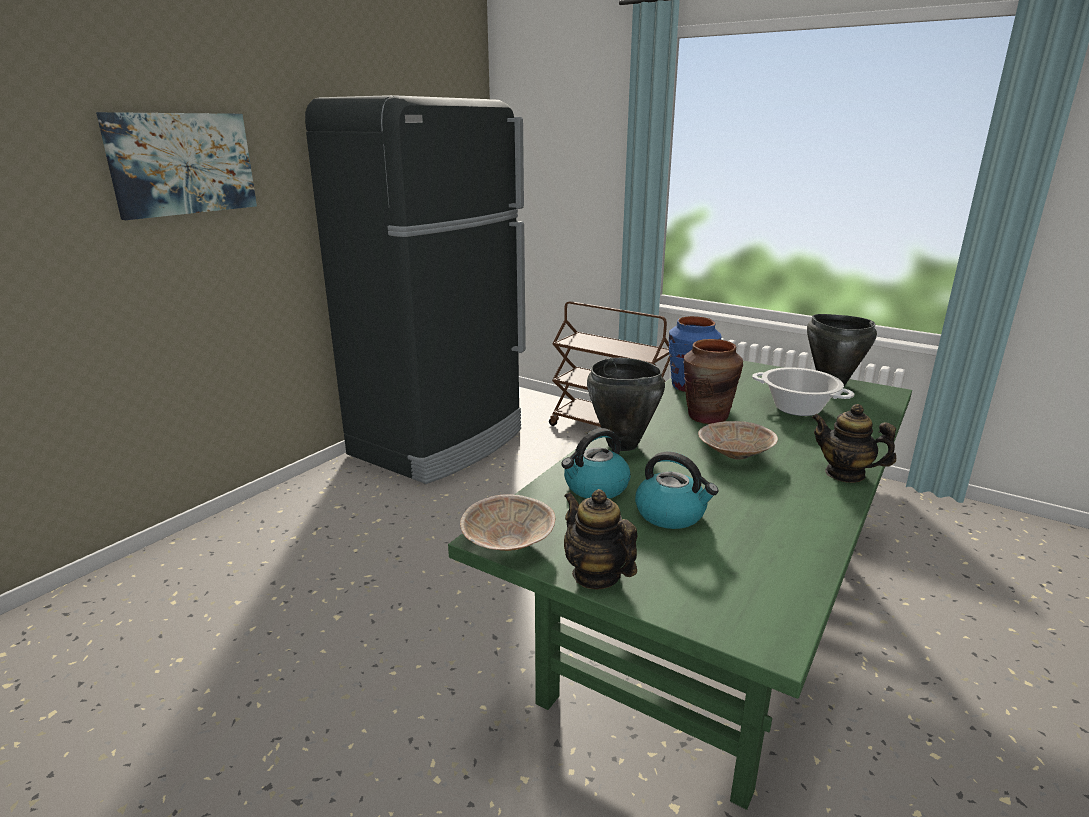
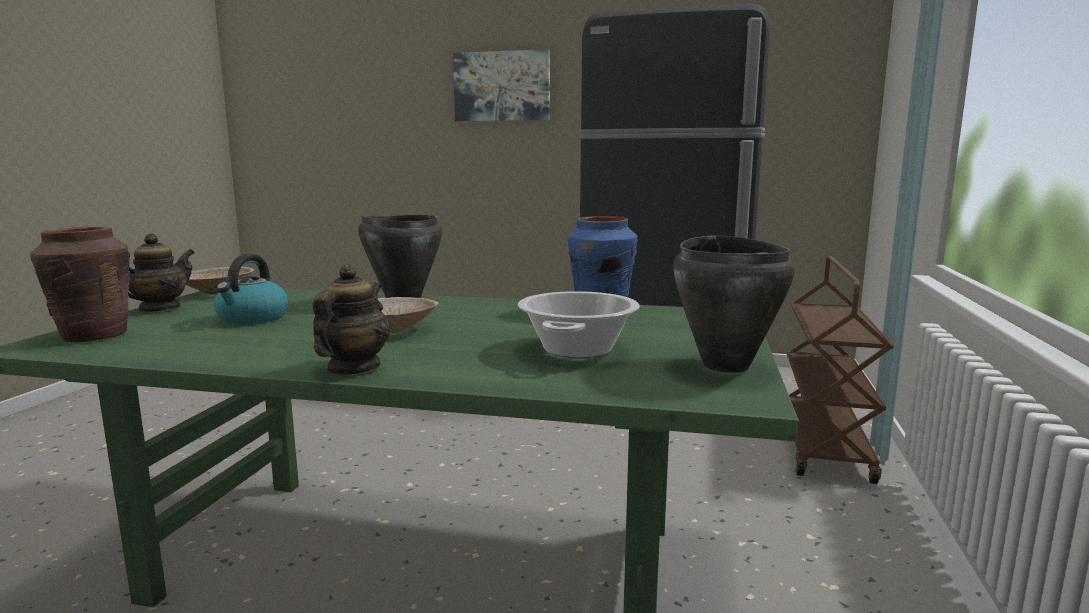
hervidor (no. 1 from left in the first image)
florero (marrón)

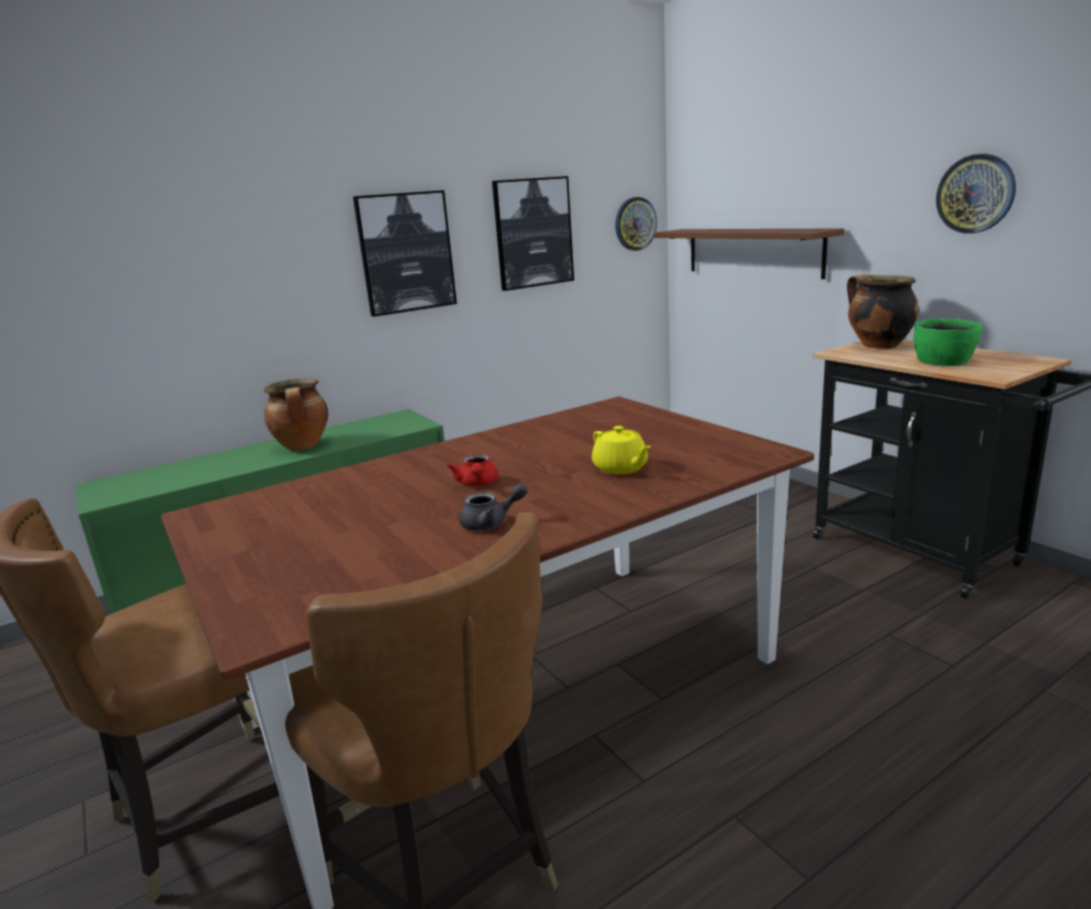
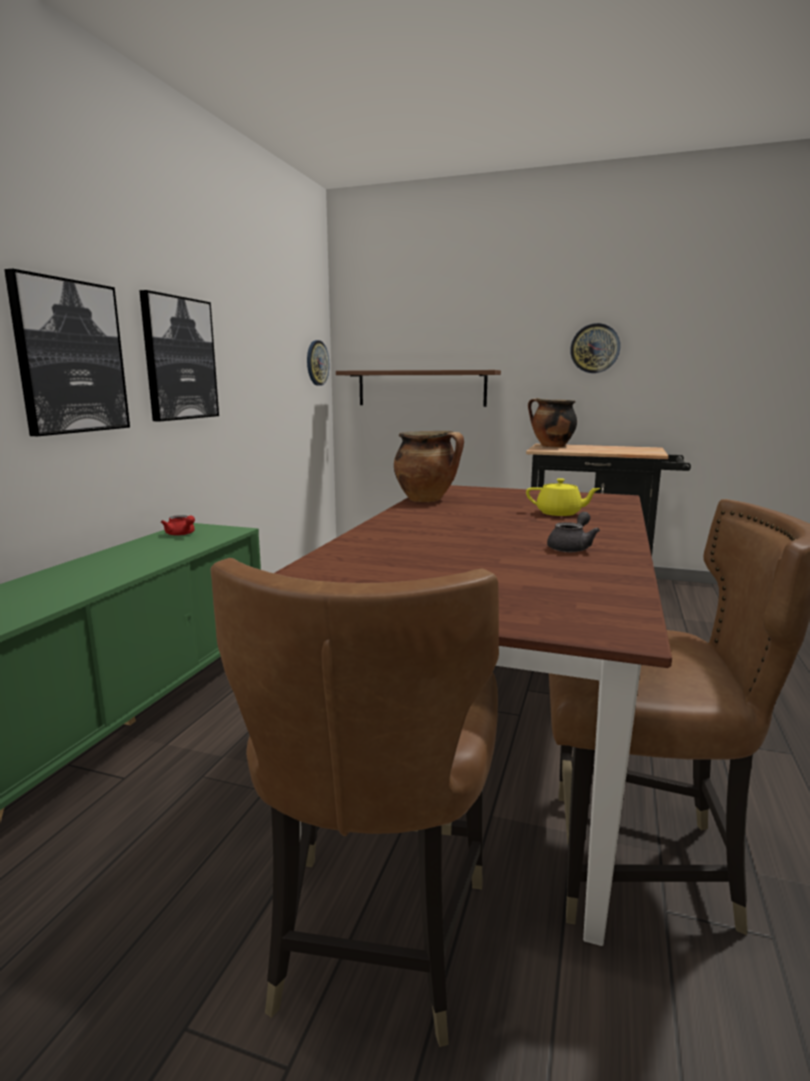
cuenco (verde)
olla (no. 1 from left)
tetera (rojo)
cuadro (no. 1 from left)

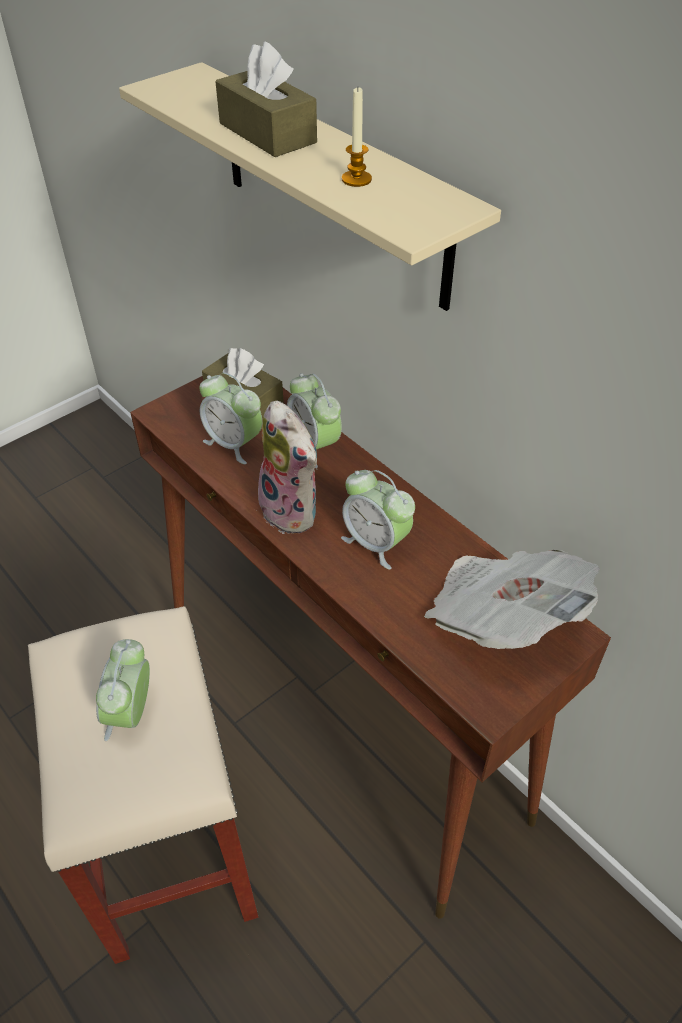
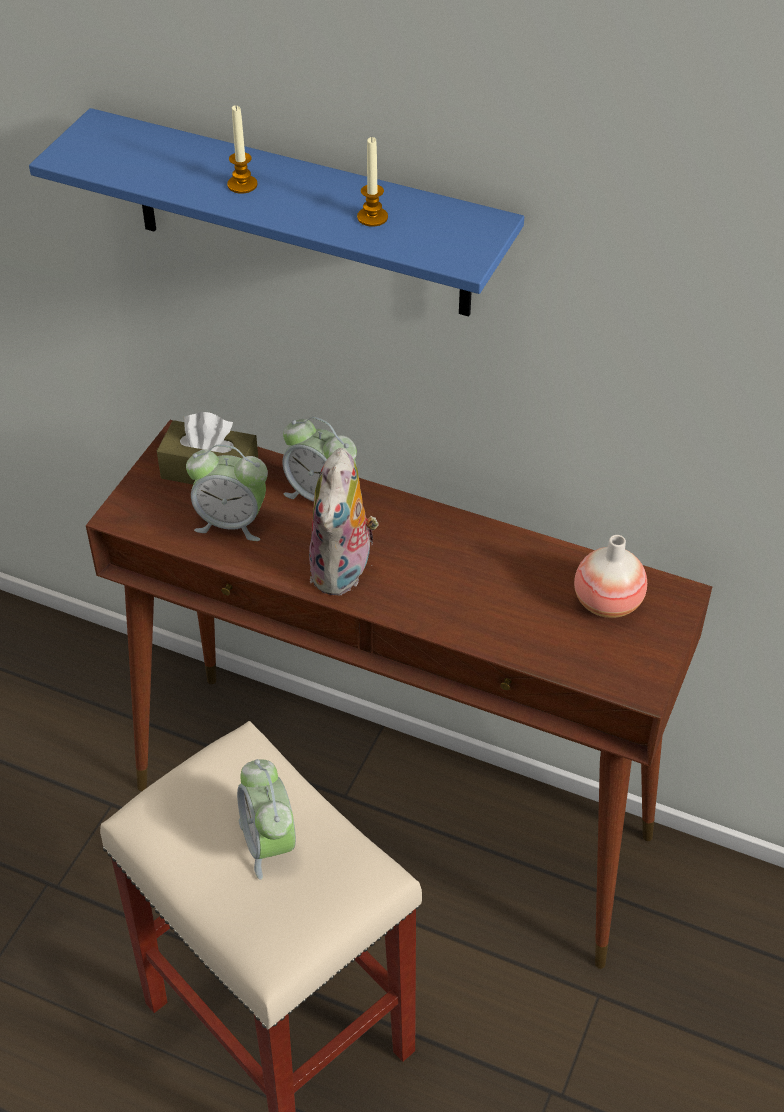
despertador (no. 4 from left in the first image)
vela (no. 1 from left)
florero
estante (azul)
peluche

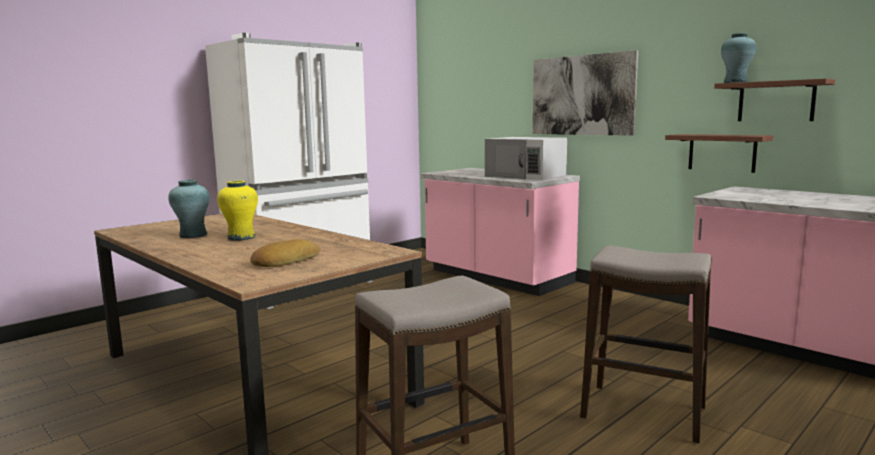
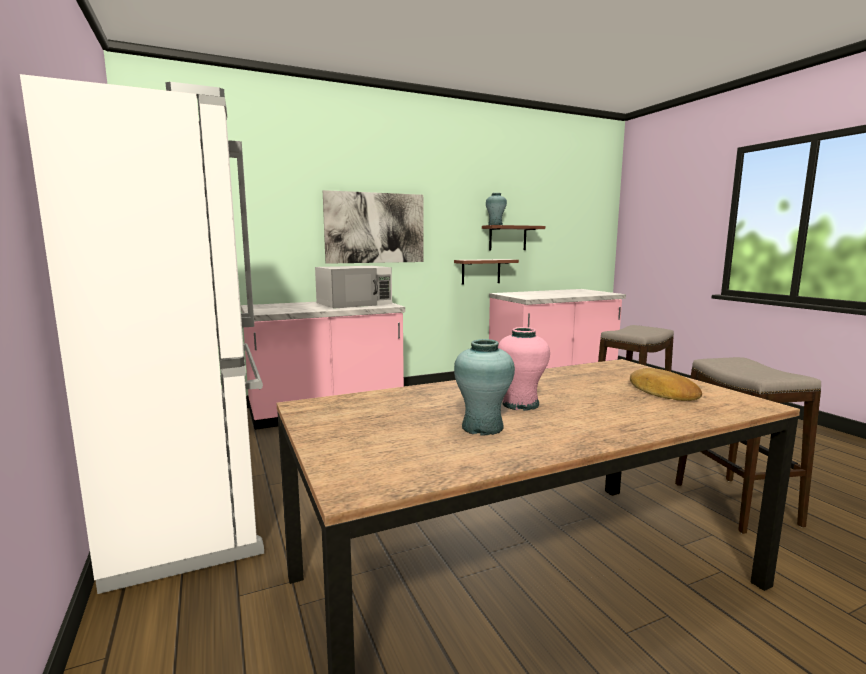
florero (rosa)

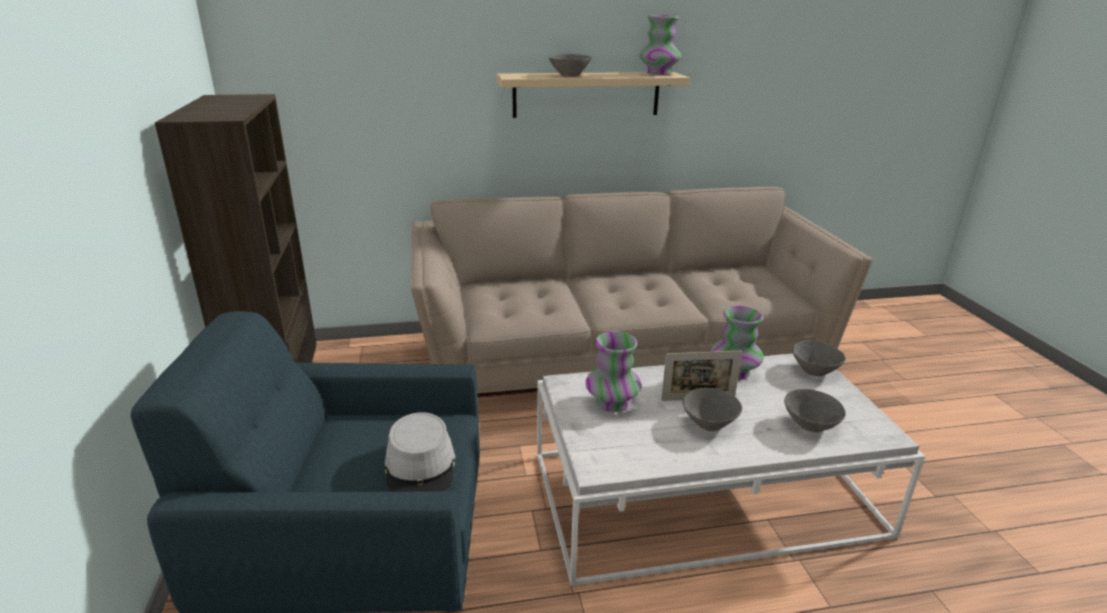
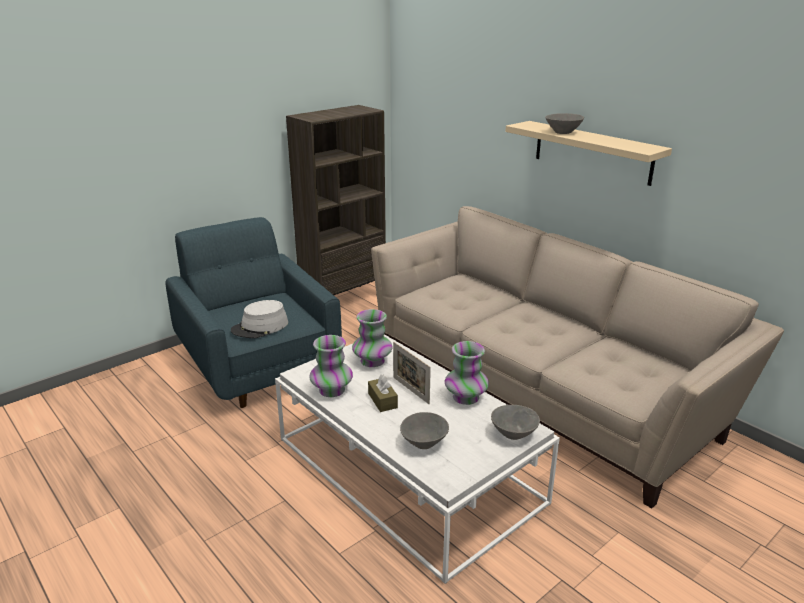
florero (no. 1 from left)
caja de pañuelos (marrón)

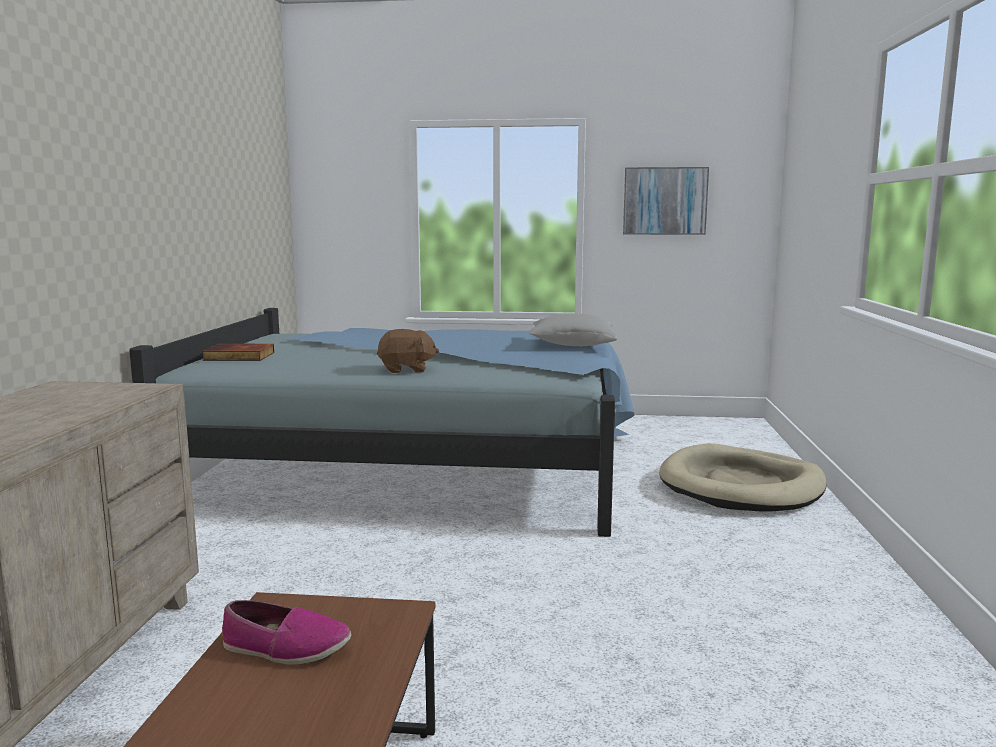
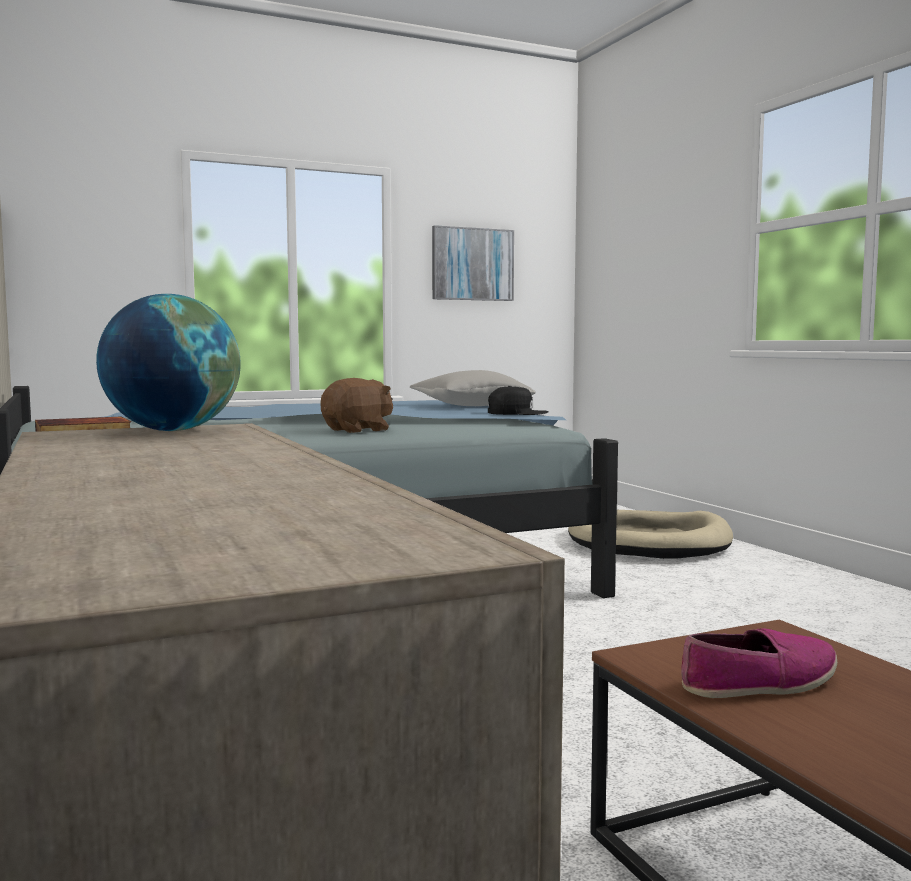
globo terráqueo
gorra (negro)

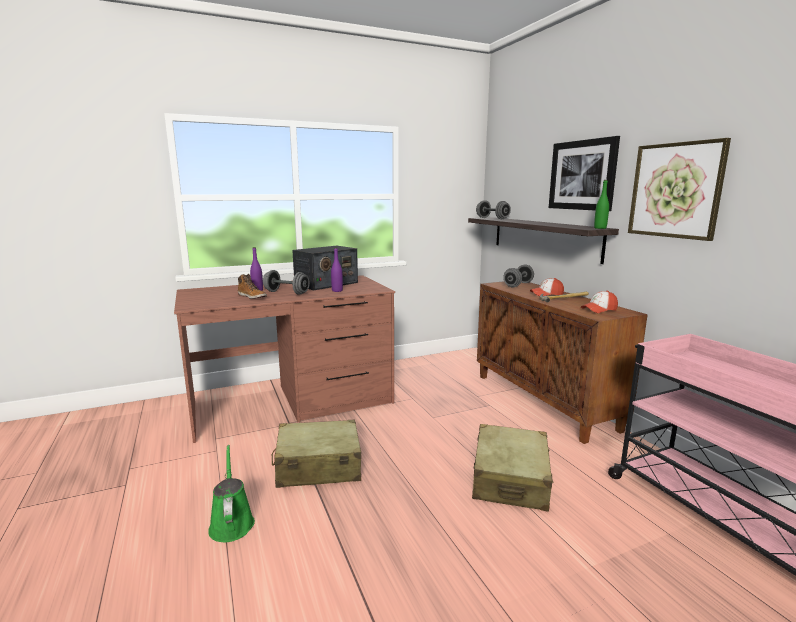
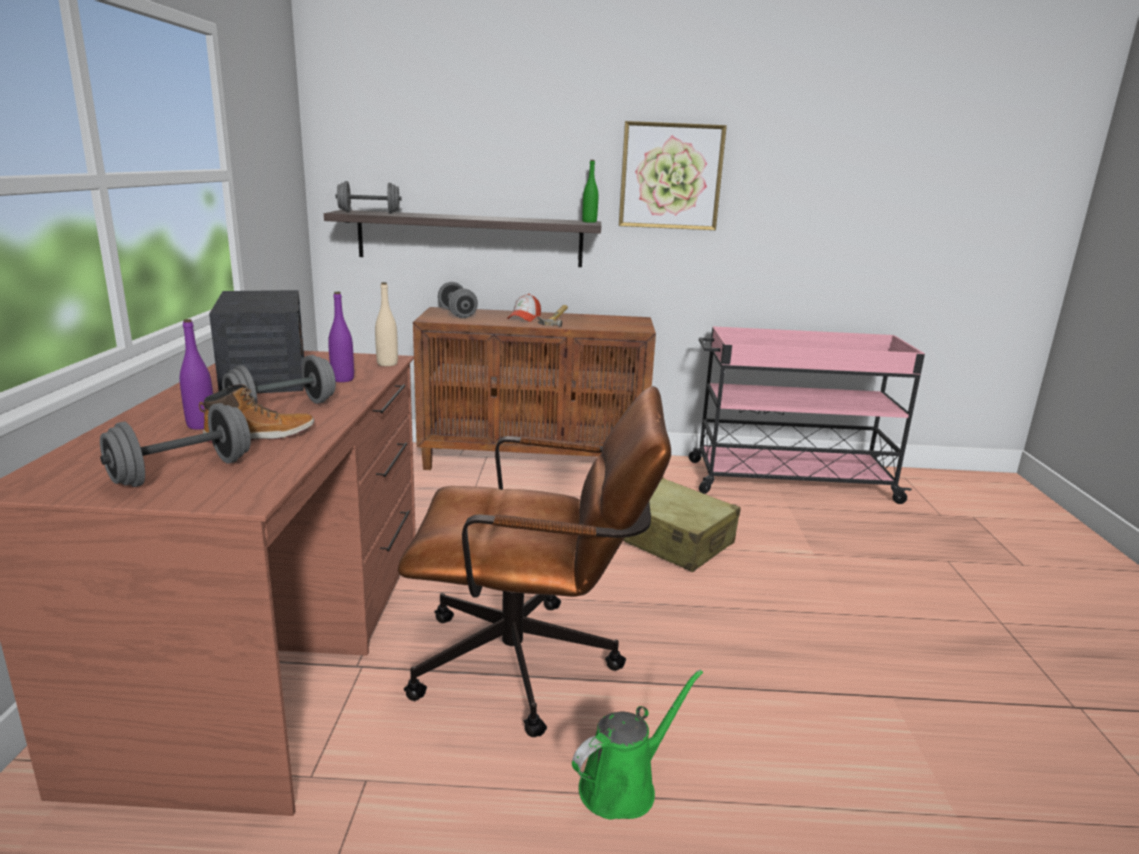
cuadro (no. 1 from left in the first image)
gorra (no. 2 from left in the first image)
mancuerna (gris) (no. 1 from left)
botella (beis)
silla de oficina (marrón)
regadera (verde)

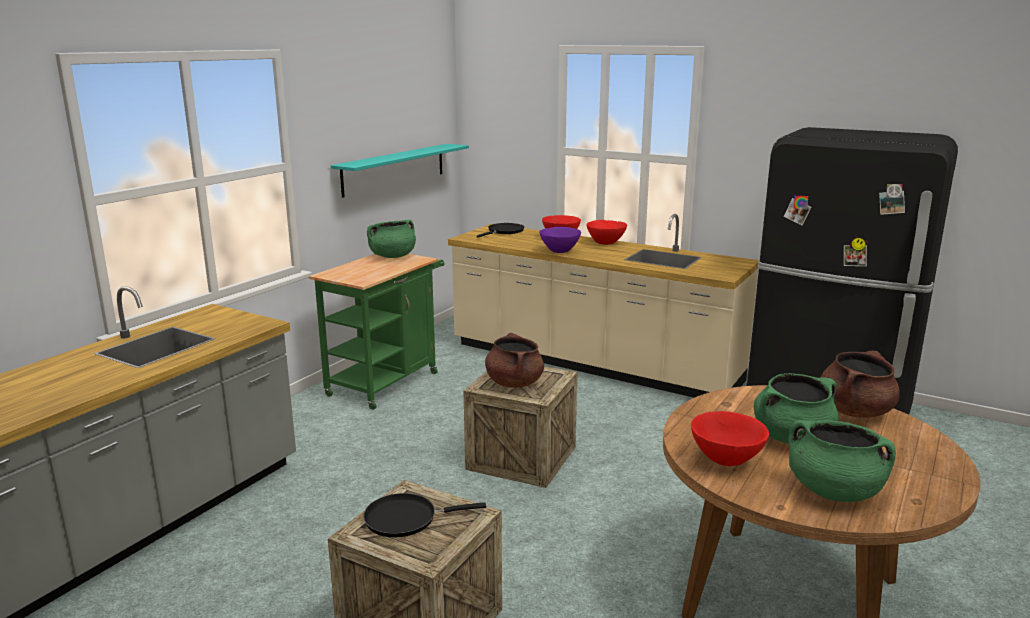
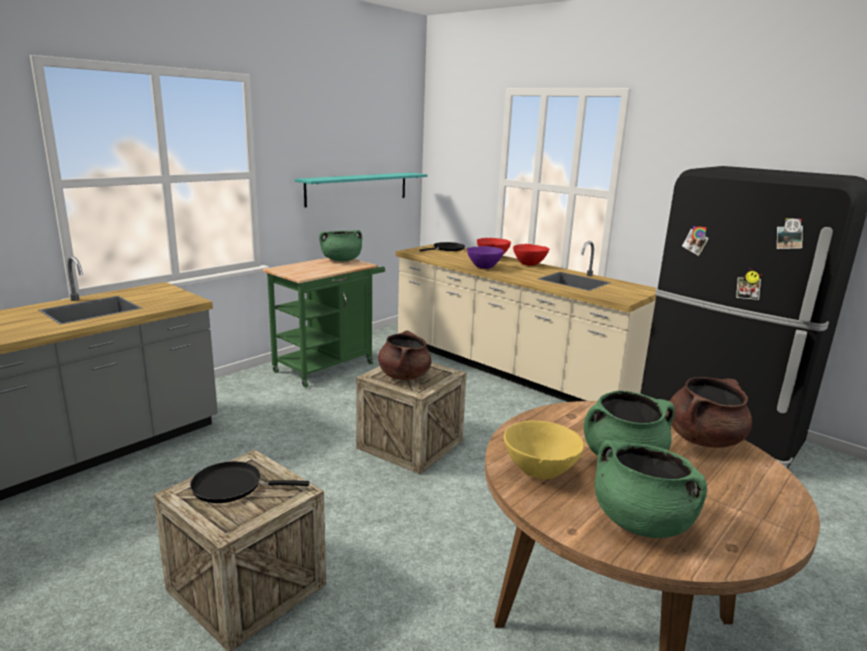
cuenco (amarillo)

